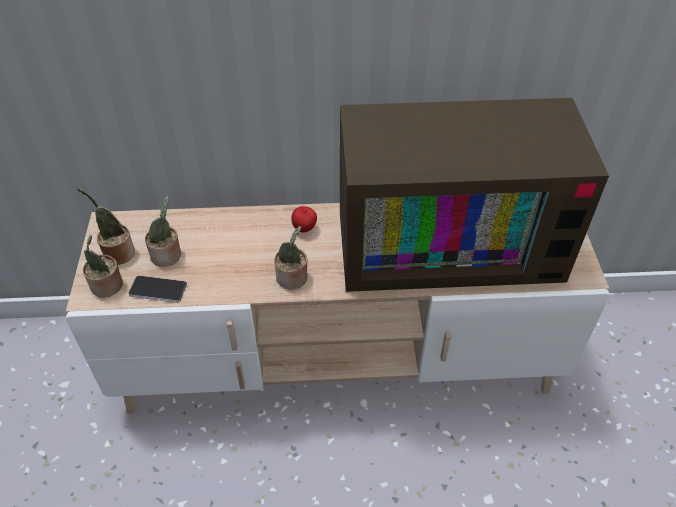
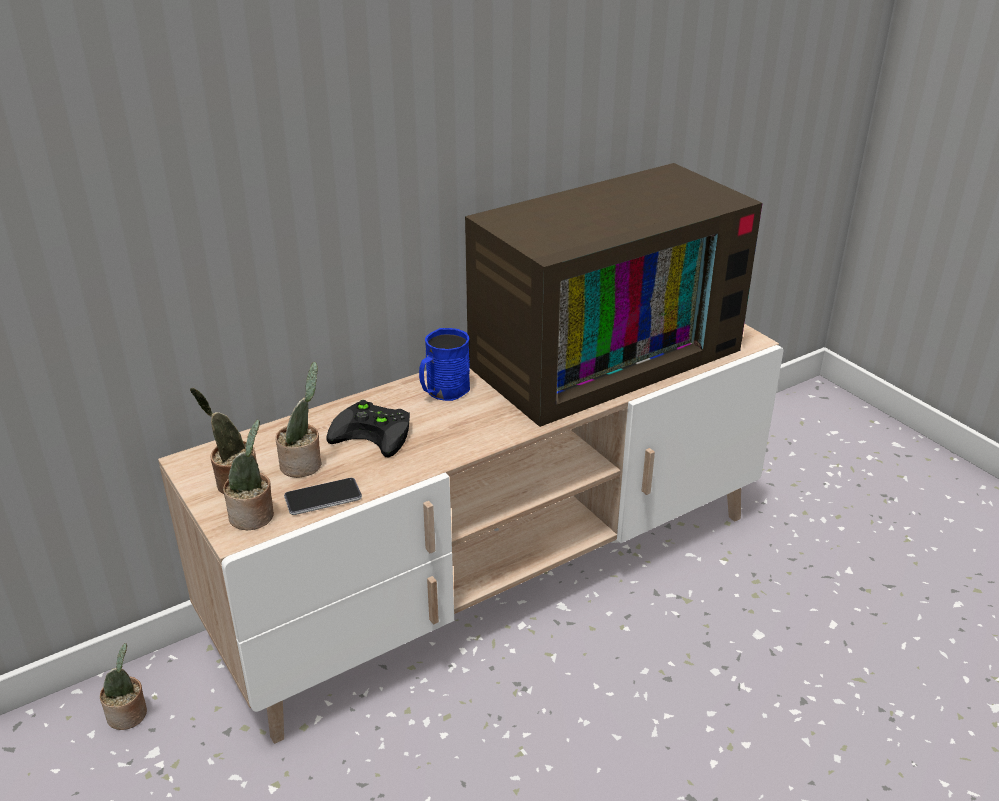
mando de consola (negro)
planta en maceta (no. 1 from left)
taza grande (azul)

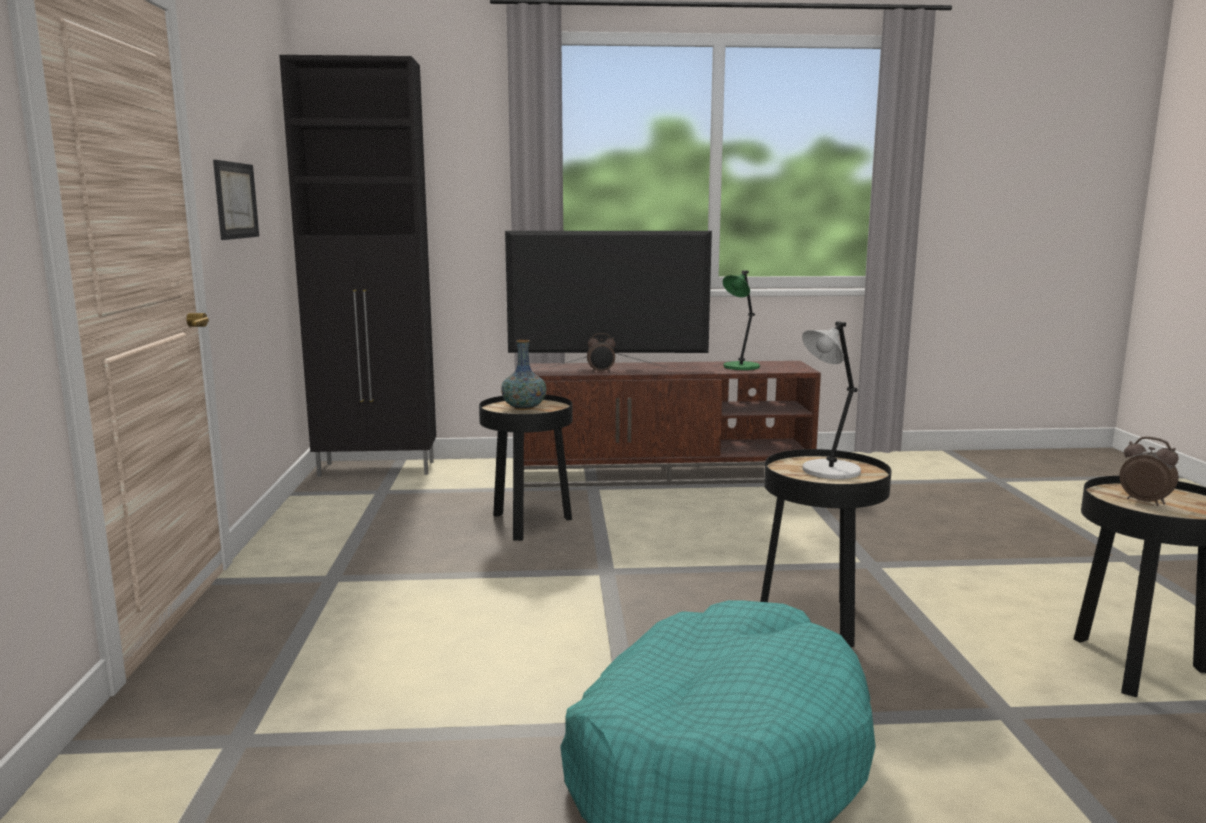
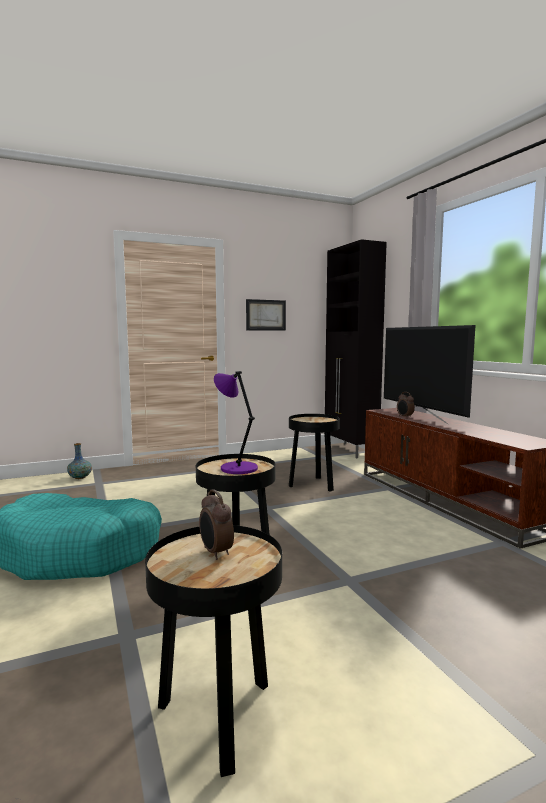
lámpara de mesa (verde)
florero
lámpara de mesa (morado)
despertador (no. 1 from left)

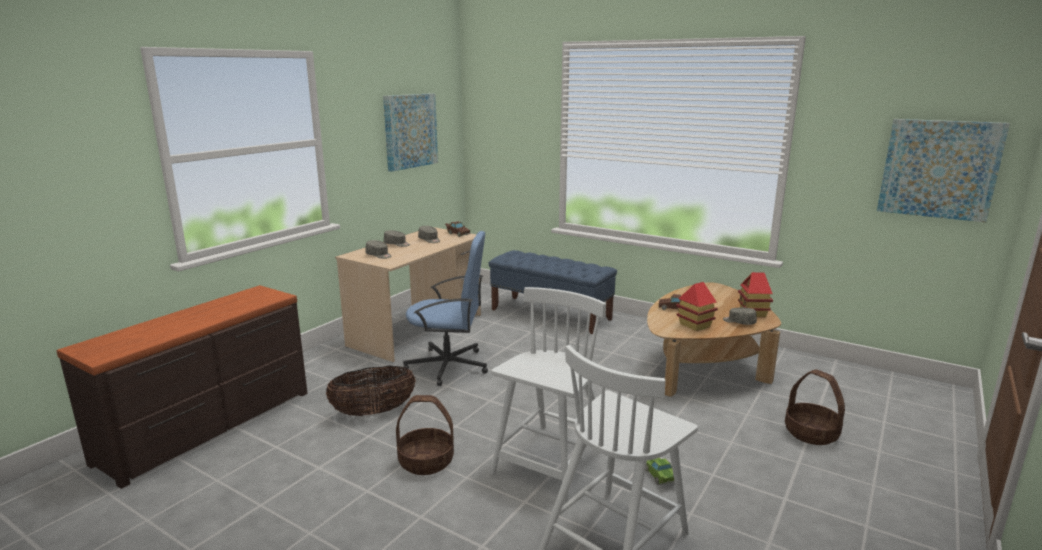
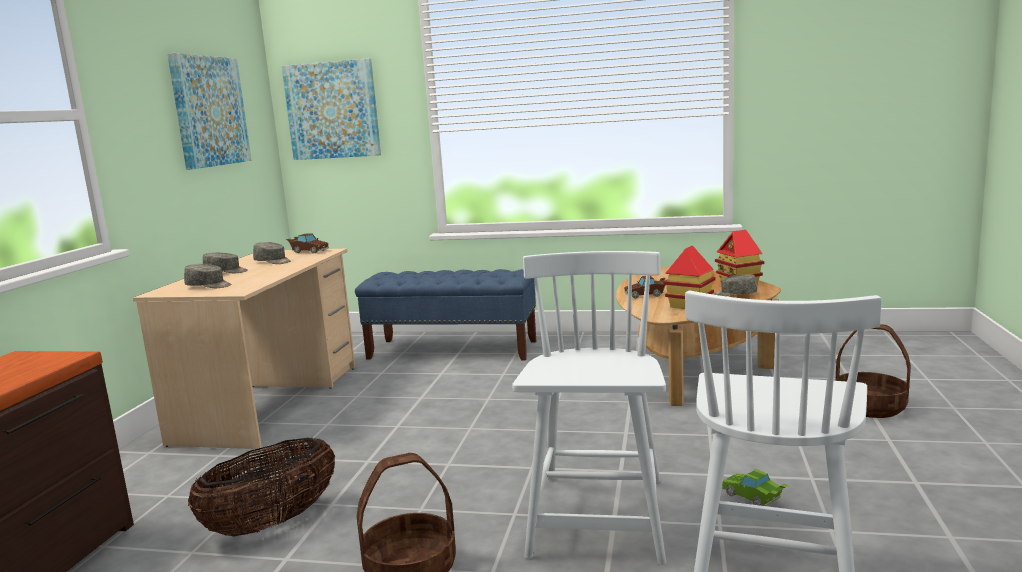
silla de oficina (azul)
cuadro (no. 2 from left)

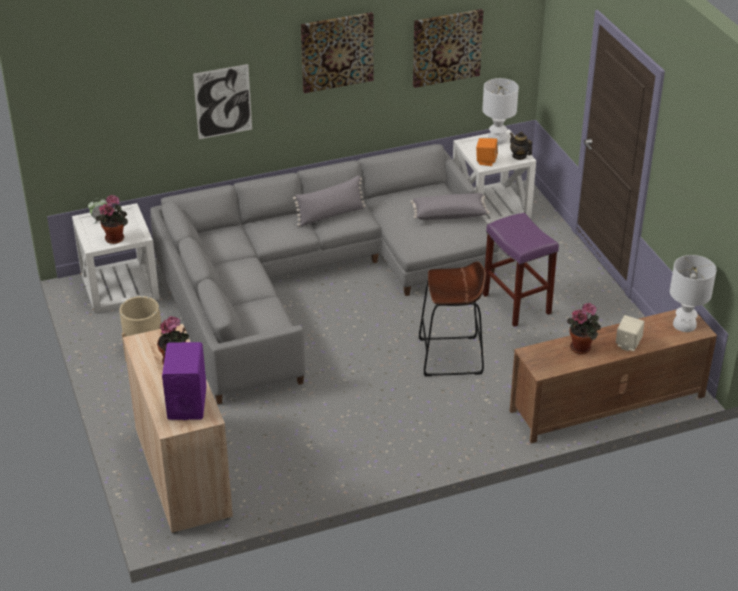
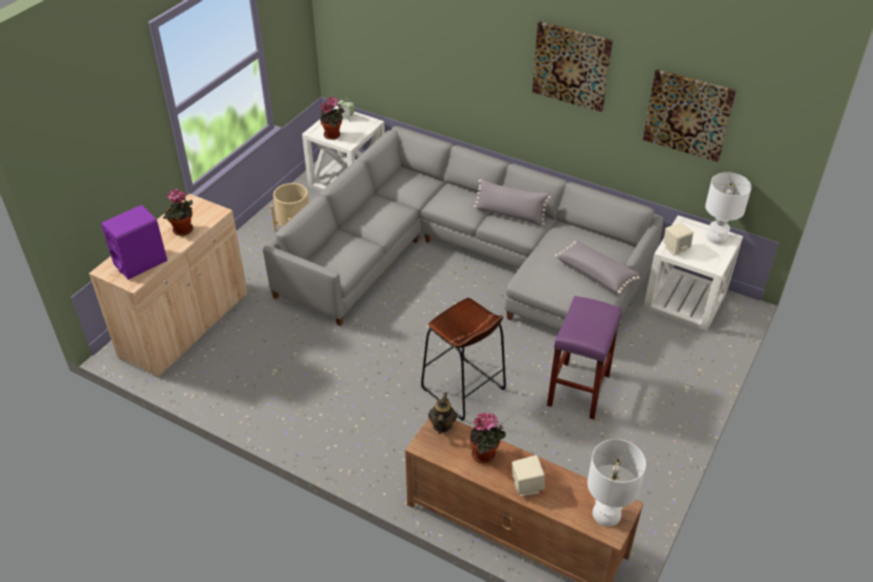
cuadro (no. 1 from left in the first image)
tetera
altavoz (beis) (no. 2 from left)

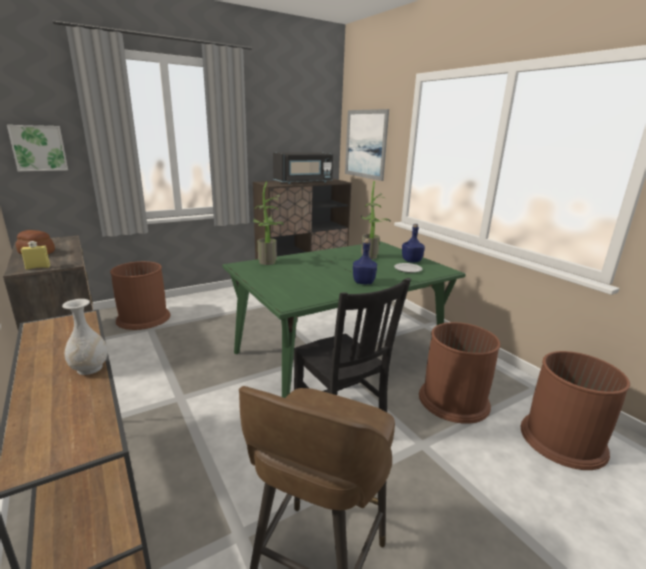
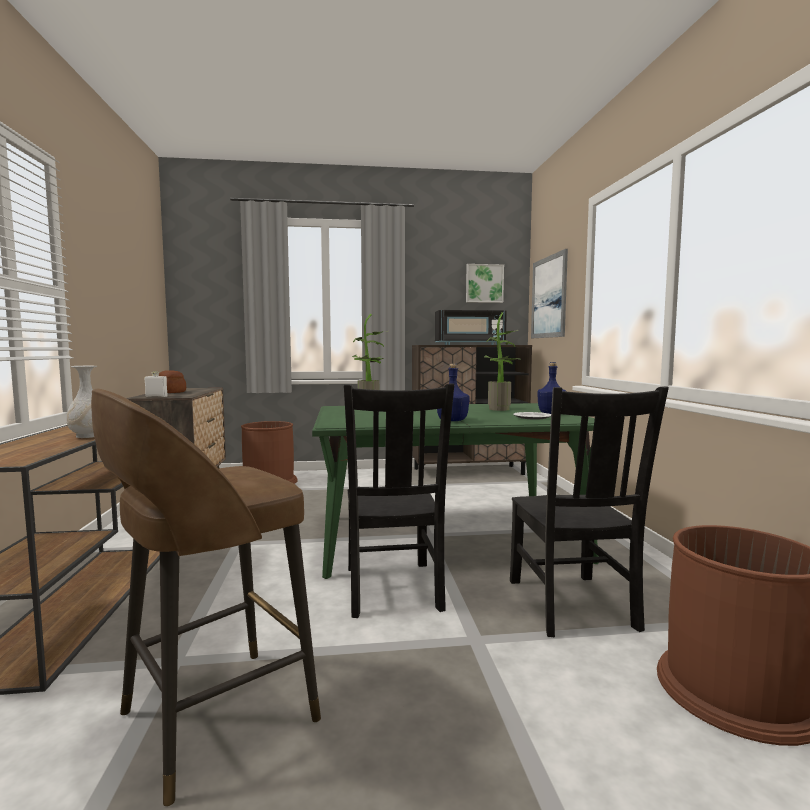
cuadro (no. 1 from left)
silla (negro) (no. 2 from left)
botella (blanco)

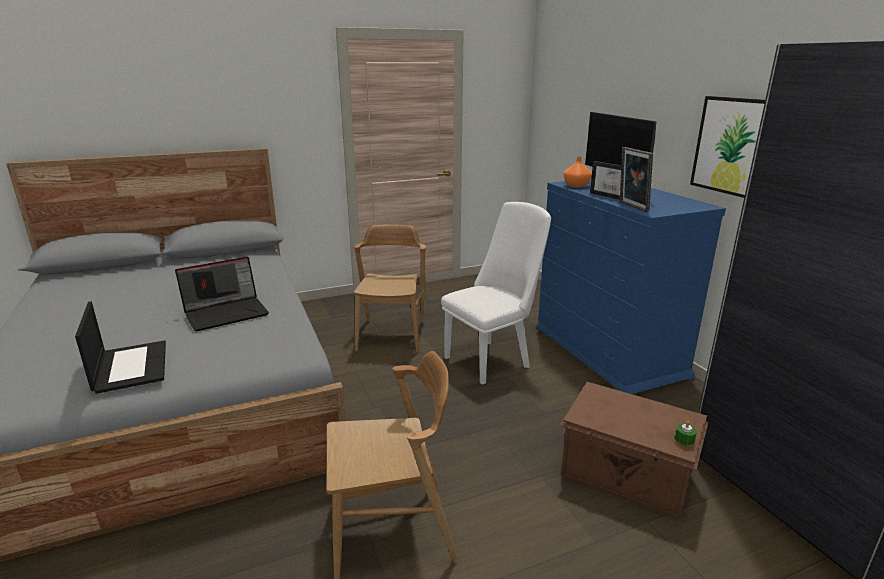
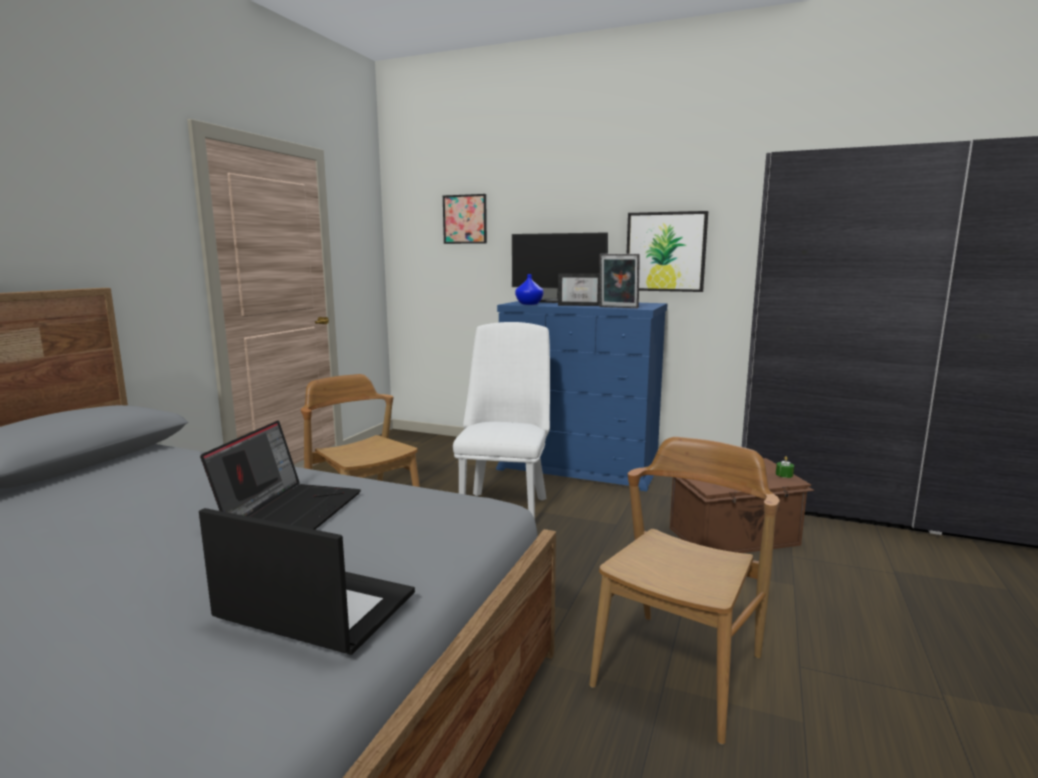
cuadro (no. 1 from left)
florero (azul)

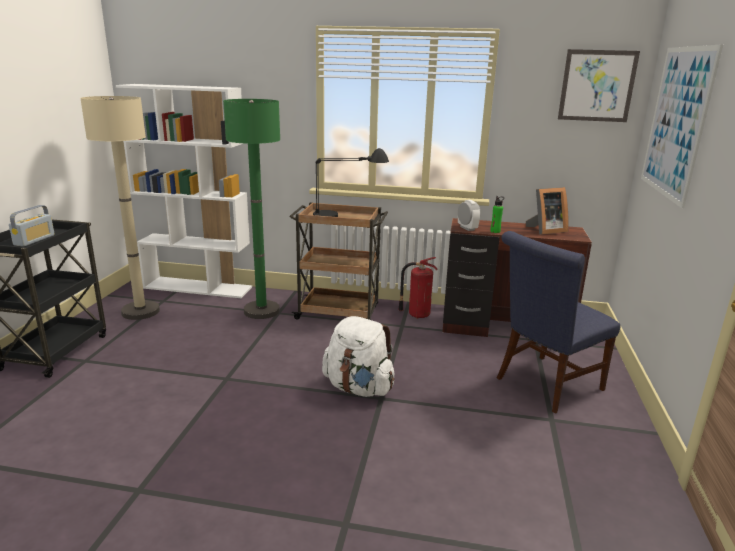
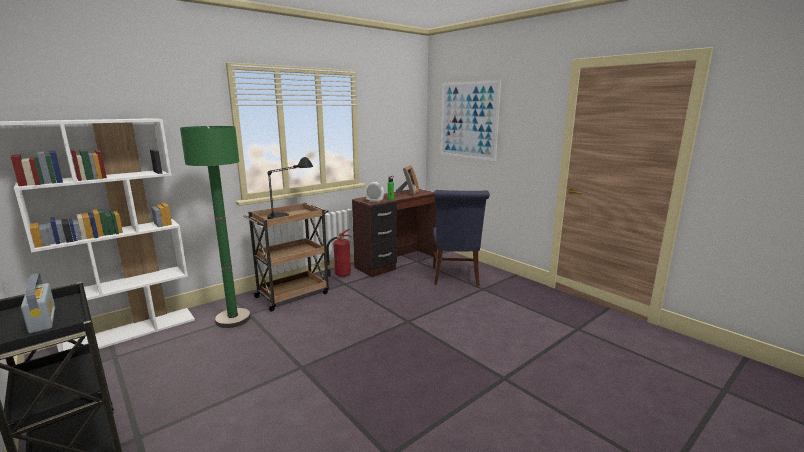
lámpara de pie (beis)
mochila (blanco)
cuadro (no. 1 from left in the first image)

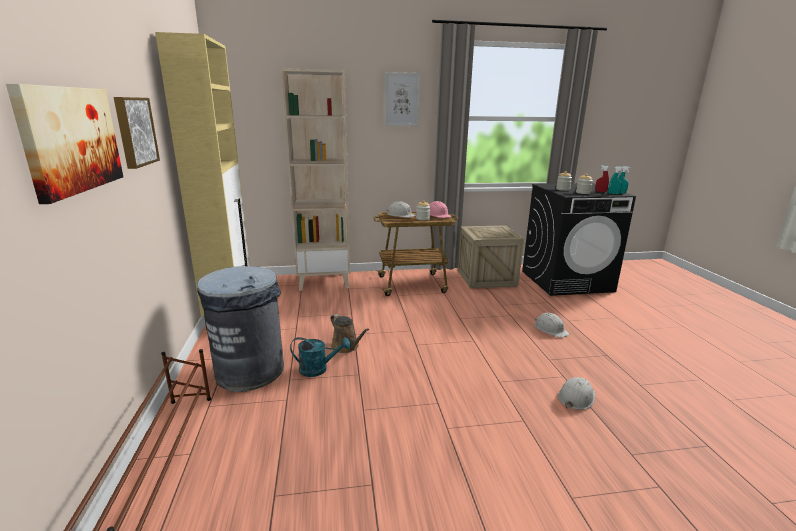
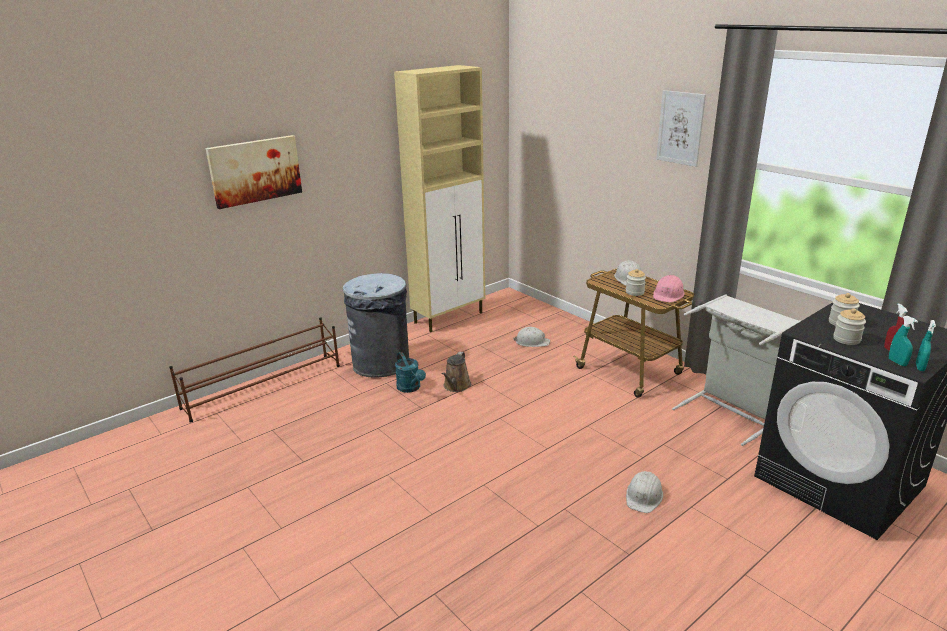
cuadro (no. 2 from left in the first image)
estantería (beis)
casco (blanco) (no. 1 from left)
cesto de la ropa (gris)

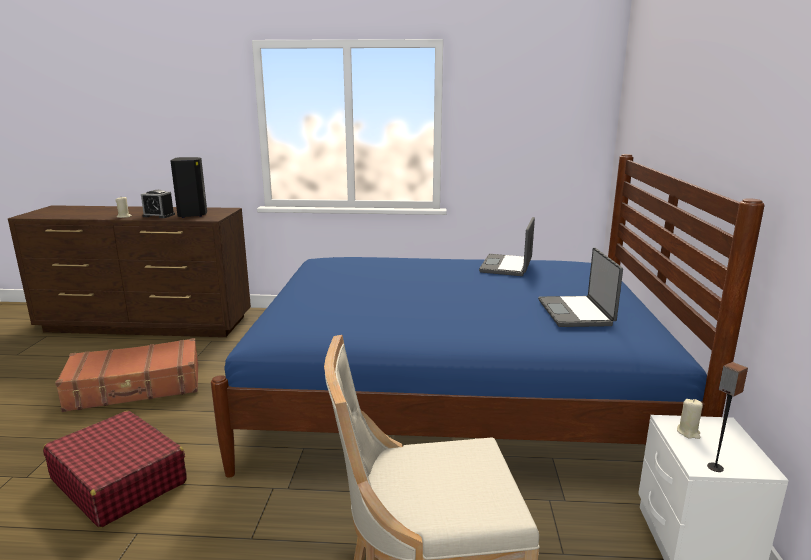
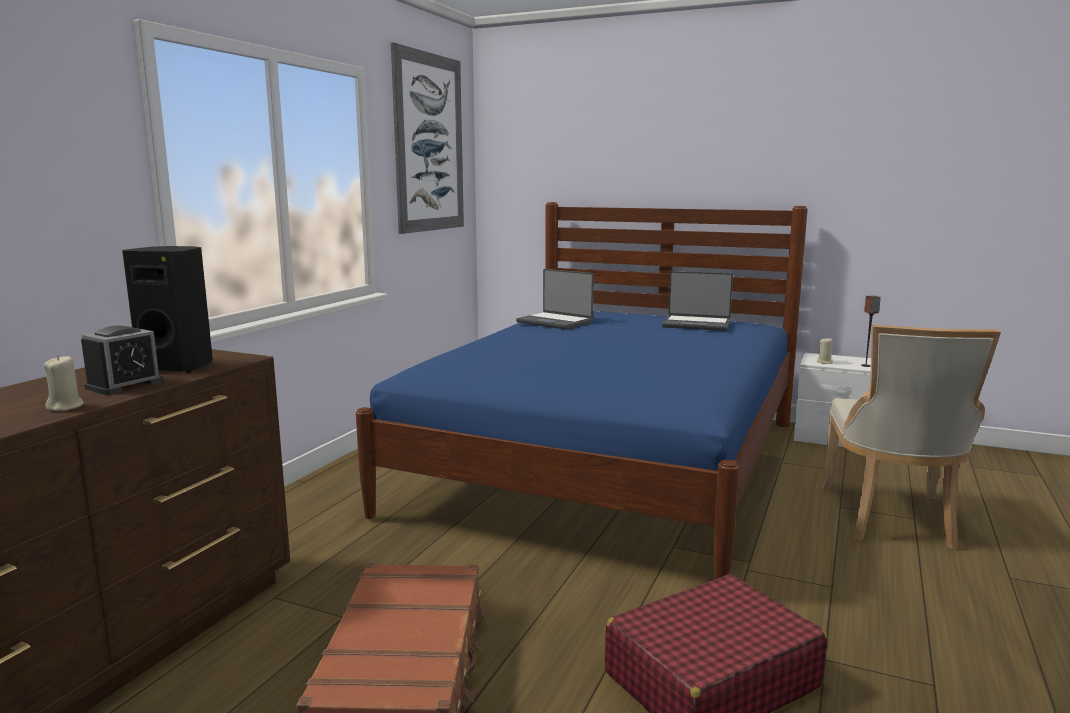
cuadro

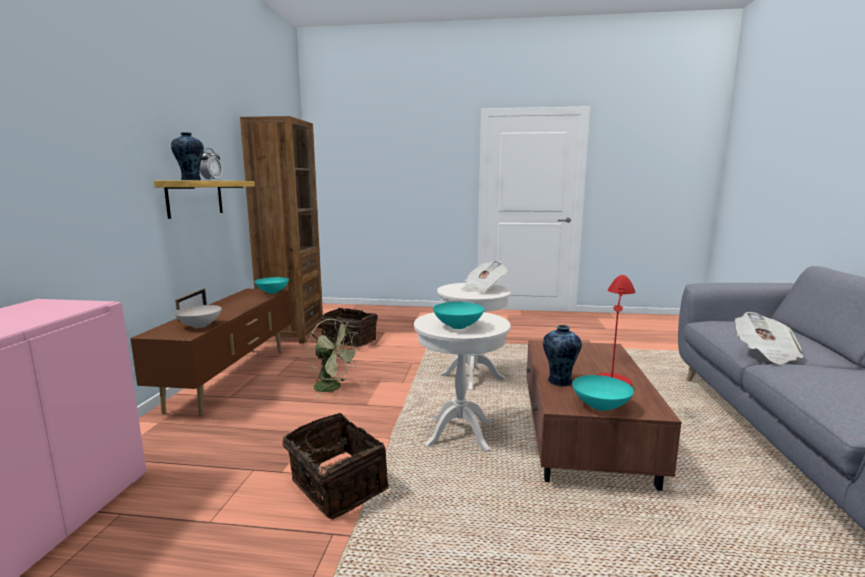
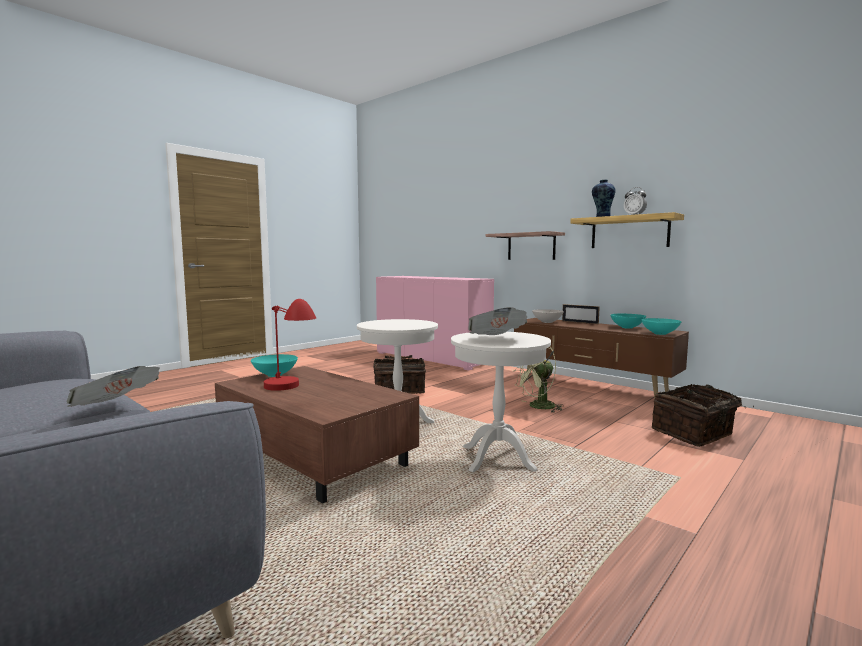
estantería (marrón)
florero (no. 2 from left in the first image)
estante (no. 1 from left)
cuenco (turquesa) (no. 2 from left)

